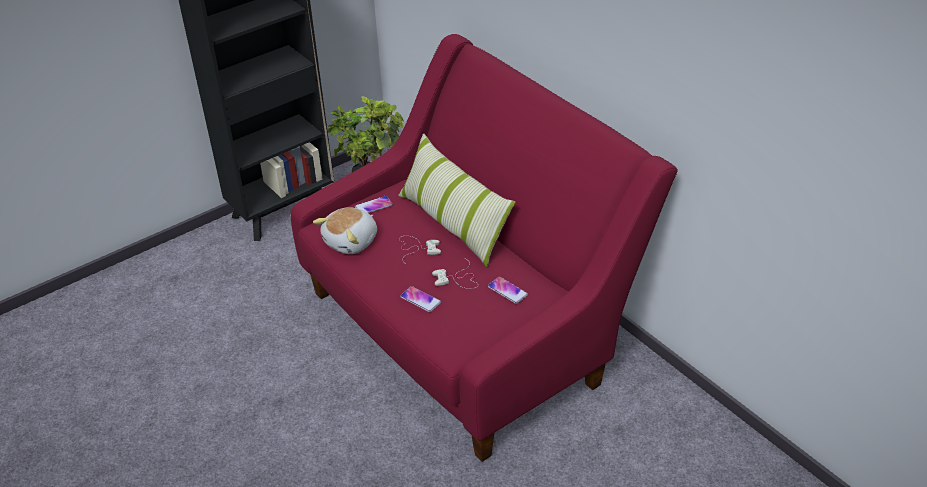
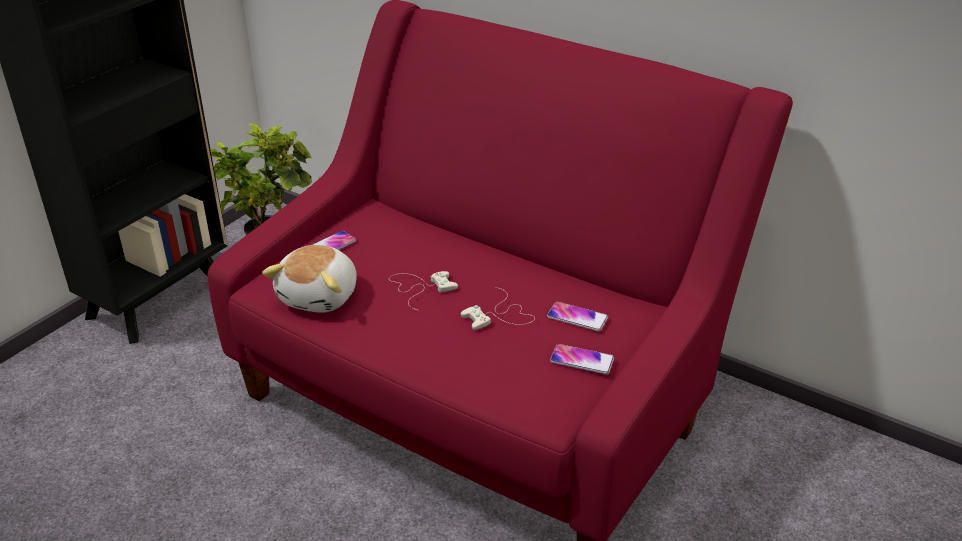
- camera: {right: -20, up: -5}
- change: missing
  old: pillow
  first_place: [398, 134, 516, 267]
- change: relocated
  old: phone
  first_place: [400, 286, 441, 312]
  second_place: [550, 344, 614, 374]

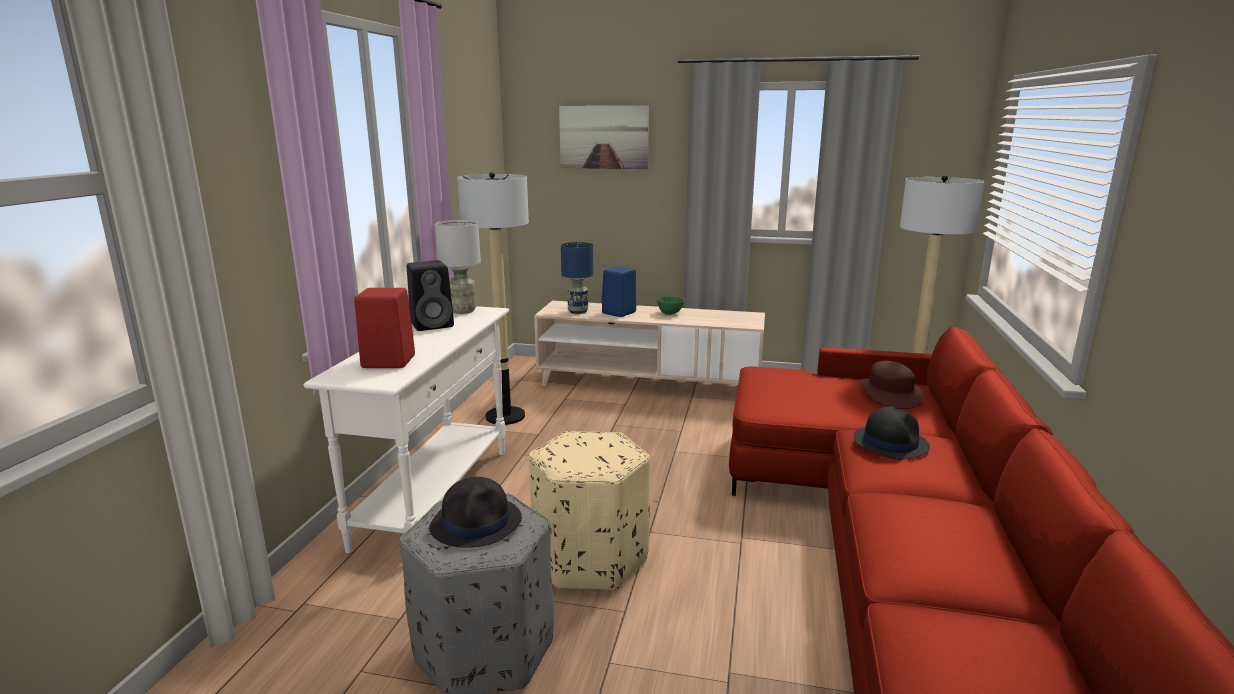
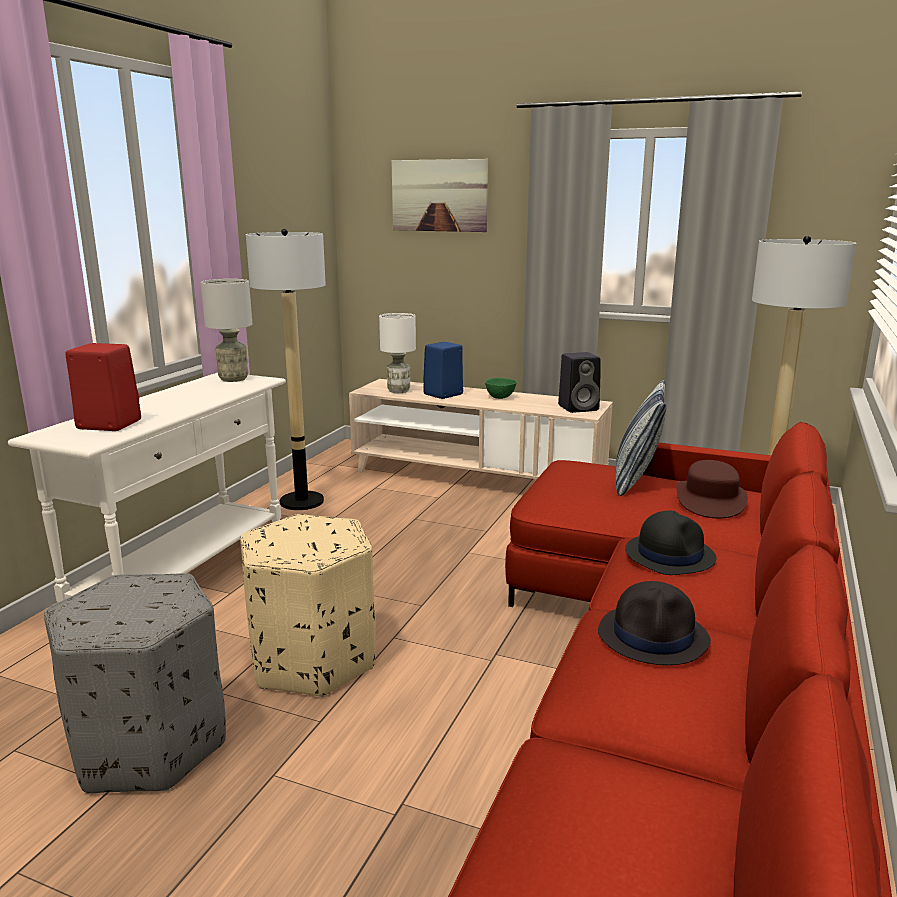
- camera: {right: 10, up: 0}
- change: colour
  old: table lamp (blue)
  new: table lamp (white)
  first_place: [561, 242, 593, 314]
  second_place: [379, 313, 416, 393]
- change: relocated
  old: speaker (black)
  first_place: [407, 260, 454, 331]
  second_place: [558, 352, 601, 413]
- change: relocated
  old: hat (black)
  first_place: [429, 477, 522, 548]
  second_place: [598, 581, 711, 665]
- change: appeared
  new: pillow
  second_place: [616, 380, 666, 496]

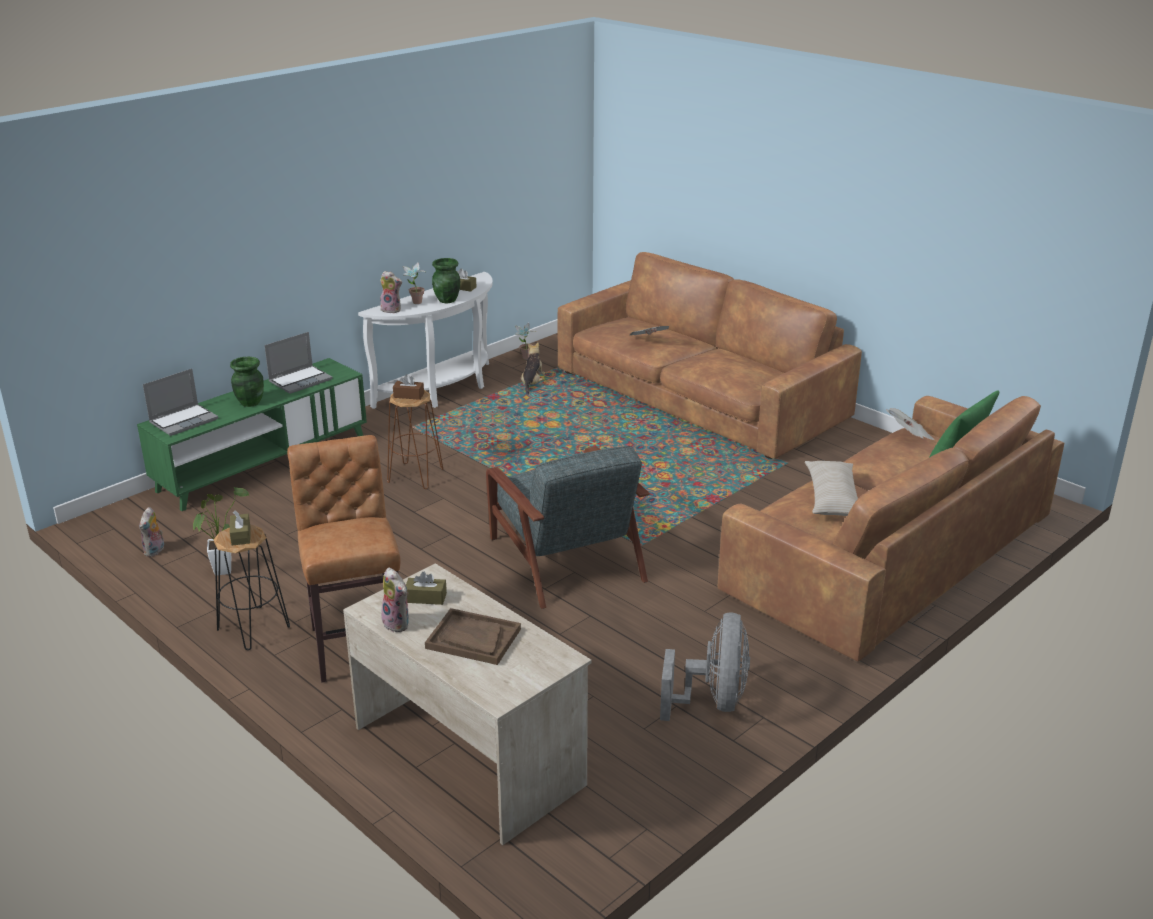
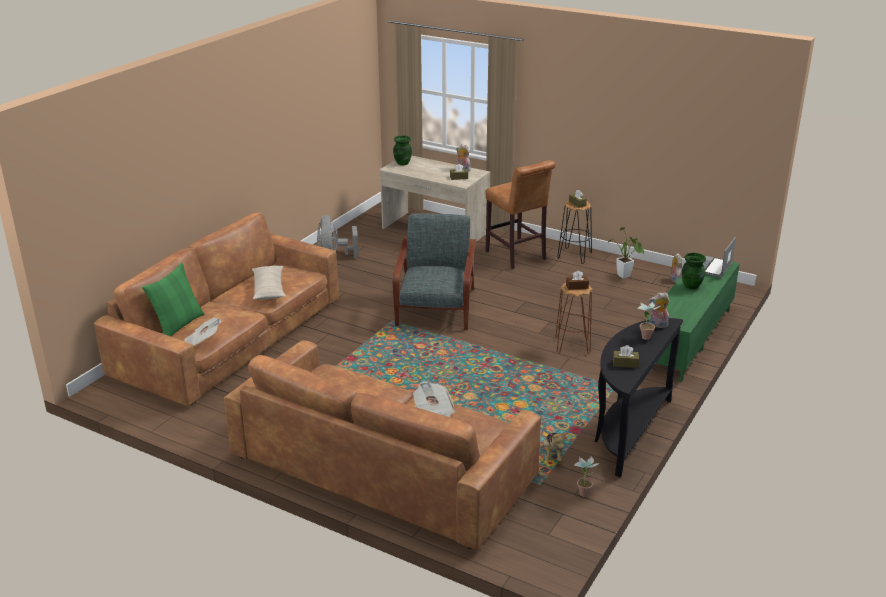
- camera: {right: 165, up: 0}
- change: relocated
  old: vase (green)
  first_place: [432, 258, 460, 303]
  second_place: [393, 135, 412, 165]
- change: colour
  old: console table (white)
  new: console table (black)
  first_place: [358, 272, 493, 409]
  second_place: [594, 318, 683, 477]
- change: missing
  old: laptop
  first_place: [264, 332, 332, 394]
- change: spun
  old: armchair (grey)
  first_place: [486, 446, 650, 609]
  second_place: [393, 213, 476, 330]
  degrees: 45
- change: missing
  old: tray (brown)
  first_place: [425, 608, 521, 665]

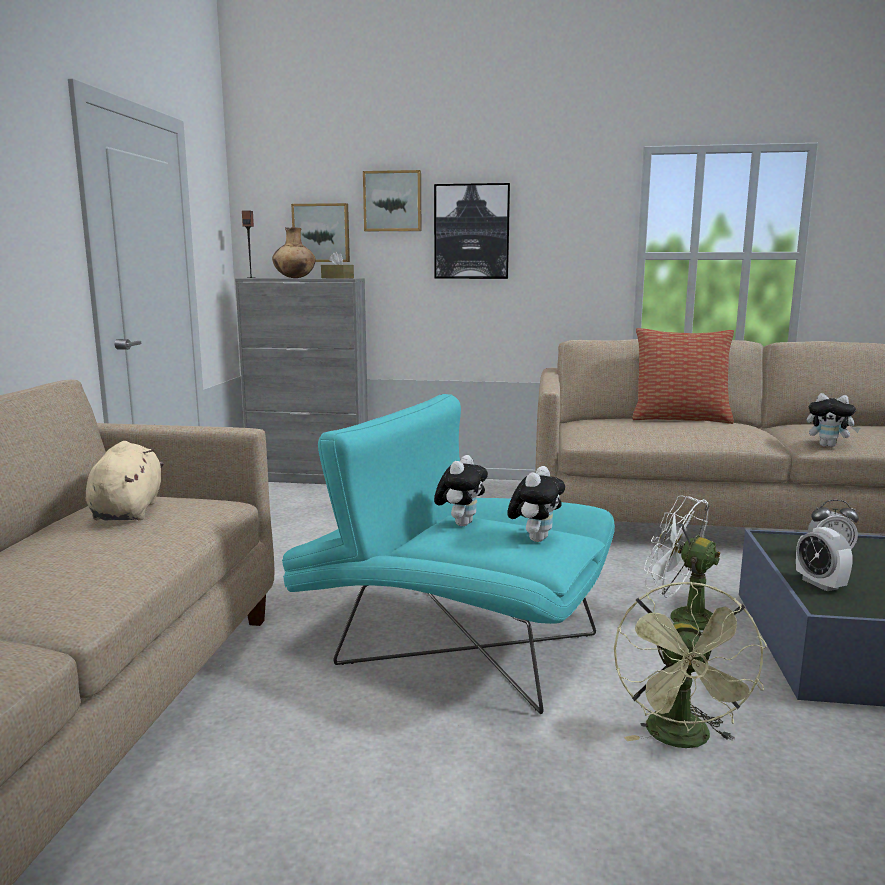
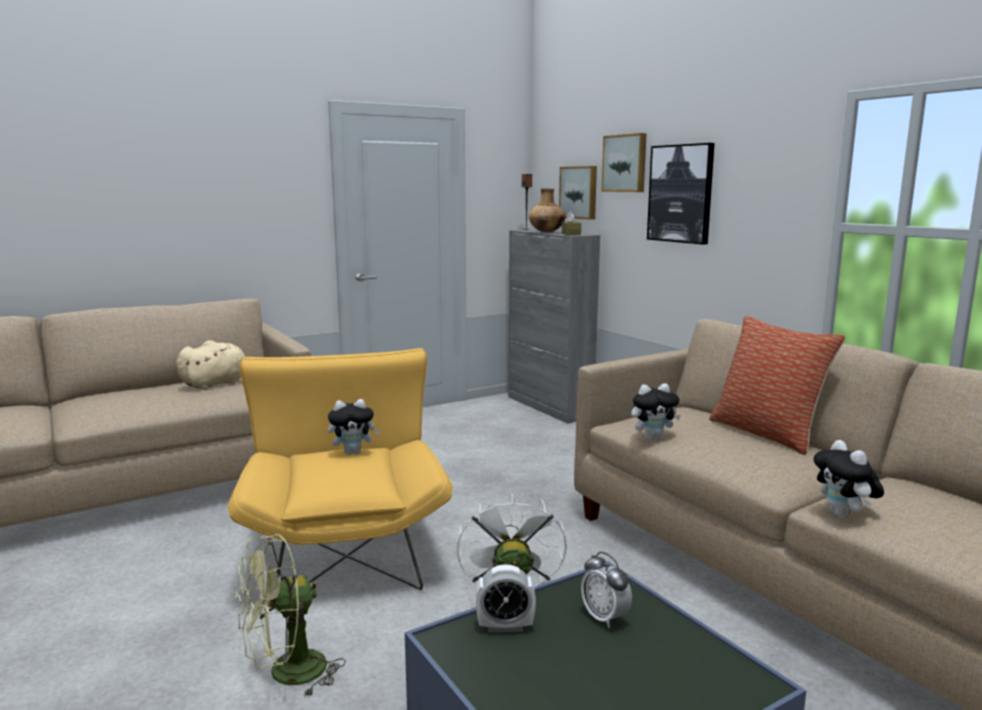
- camera: {right: 50, up: 0}
- change: colour
  old: armchair (turquoise)
  new: armchair (yellow)
  first_place: [282, 394, 615, 714]
  second_place: [227, 348, 453, 606]
- change: relocated
  old: plush toy
  first_place: [507, 466, 565, 542]
  second_place: [631, 383, 681, 440]
- change: spun
  old: alarm clock
  first_place: [796, 527, 853, 591]
  second_place: [476, 564, 536, 632]
  degrees: -120

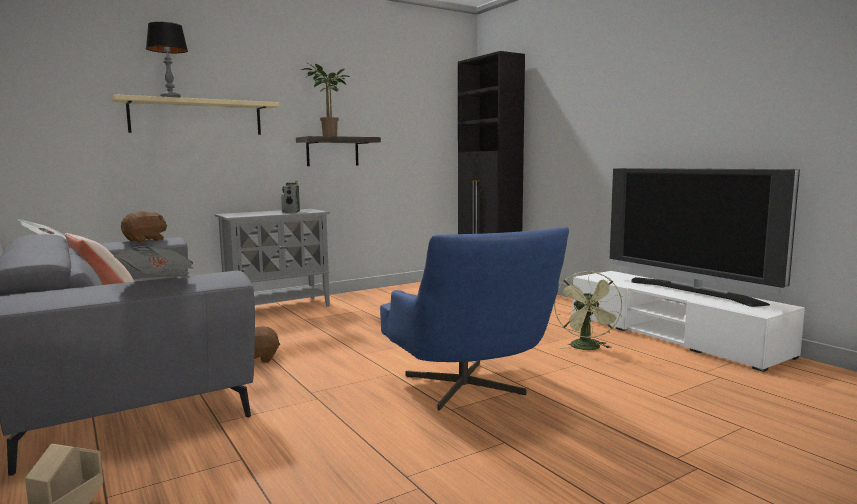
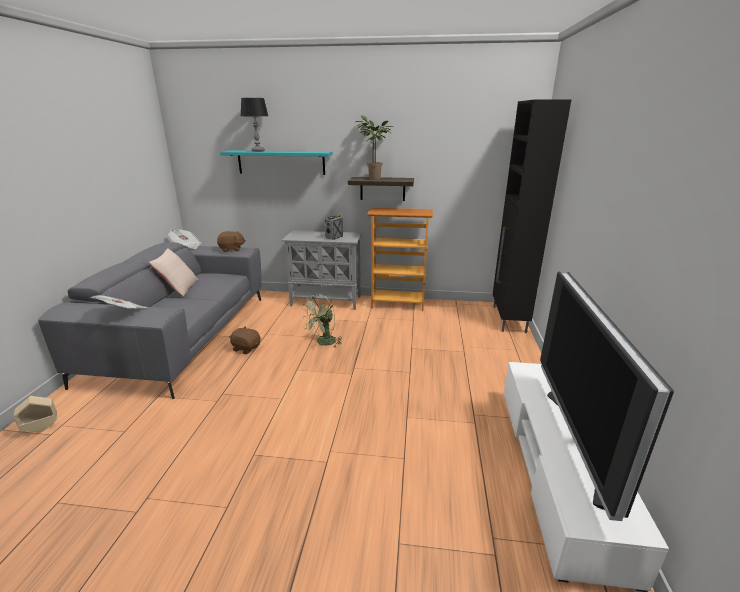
- camera: {right: 40, up: 15}
- change: colour
  old: shelf (beige)
  new: shelf (turquoise)
  first_place: [111, 94, 279, 135]
  second_place: [220, 150, 333, 175]
- change: missing
  old: armchair (blue)
  first_place: [380, 227, 569, 410]
- change: relocated
  old: fan (green)
  first_place: [554, 271, 623, 350]
  second_place: [301, 294, 342, 347]
- change: appeared
  new: bookcase
  second_place: [367, 208, 433, 311]

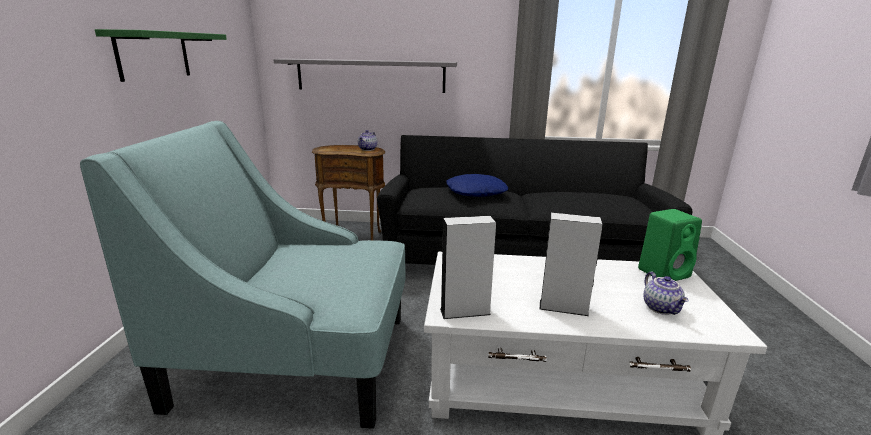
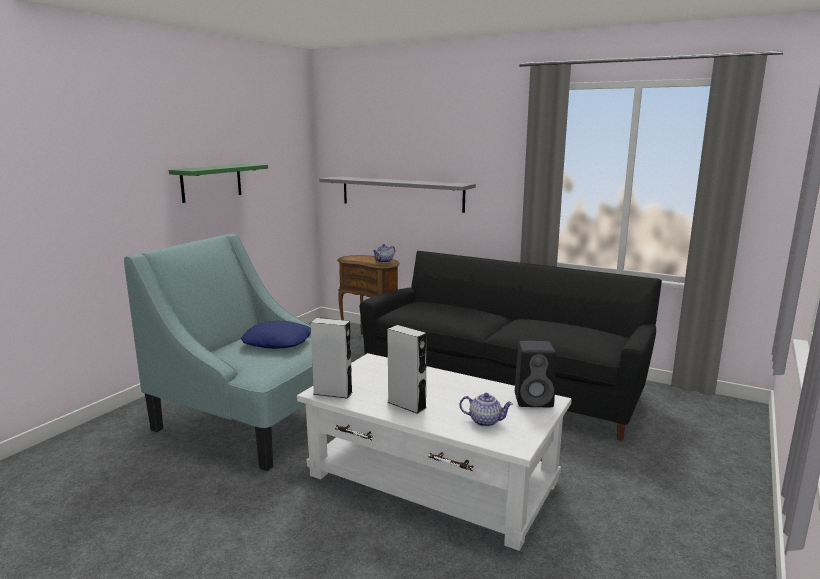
- camera: {right: 25, up: -5}
- change: relocated
  old: pillow (blue)
  first_place: [446, 174, 508, 197]
  second_place: [241, 321, 311, 349]
- change: colour
  old: speaker (green)
  new: speaker (black)
  first_place: [638, 209, 702, 281]
  second_place: [515, 341, 556, 407]
- change: spun
  old: teapot
  first_place: [643, 272, 689, 315]
  second_place: [460, 393, 513, 427]
  degrees: -90

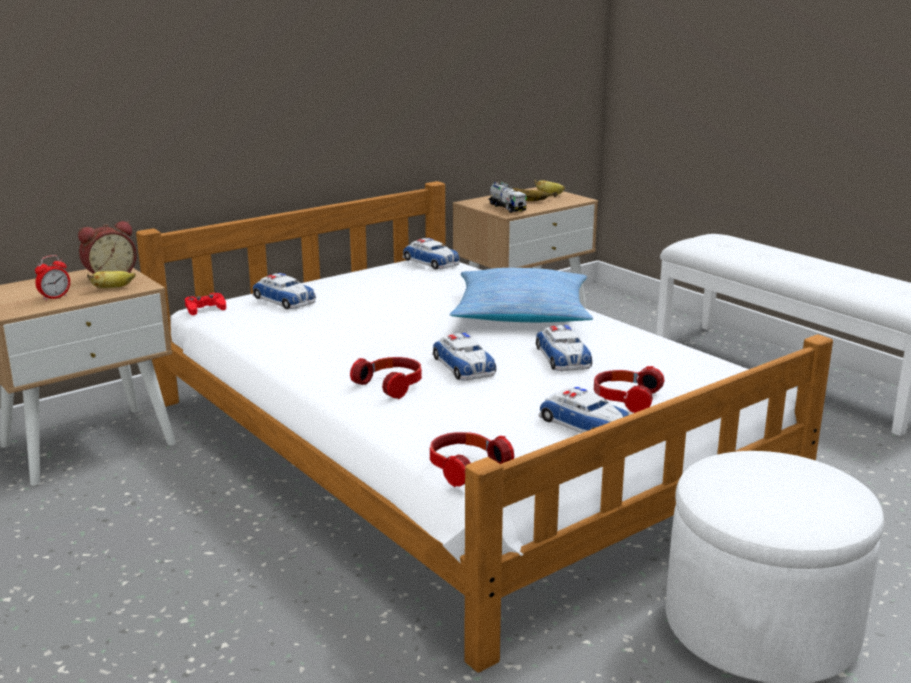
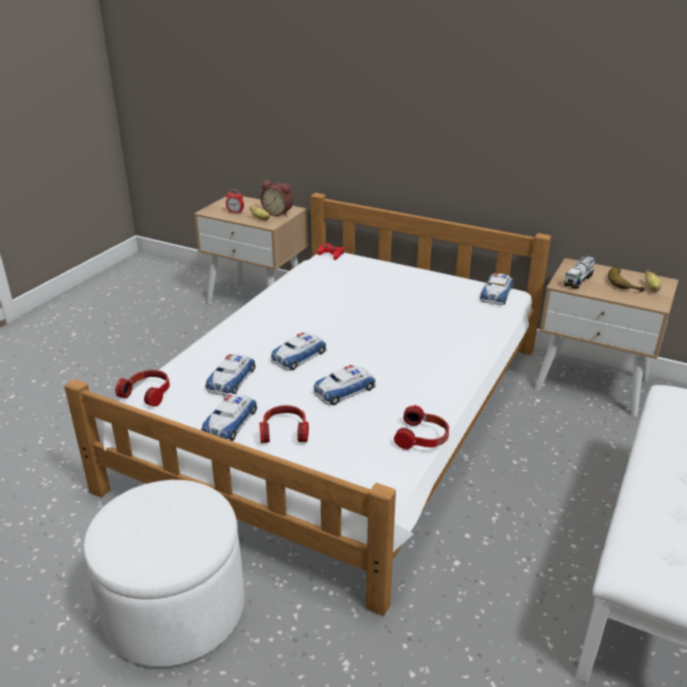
- camera: {right: 65, up: 10}
- change: missing
  old: pillow
  first_place: [450, 268, 593, 322]
- change: relocated
  old: toy car
  first_place: [252, 273, 316, 309]
  second_place: [206, 354, 256, 396]
- change: relocated
  old: headphones
  first_place: [350, 357, 422, 399]
  second_place: [394, 405, 449, 450]

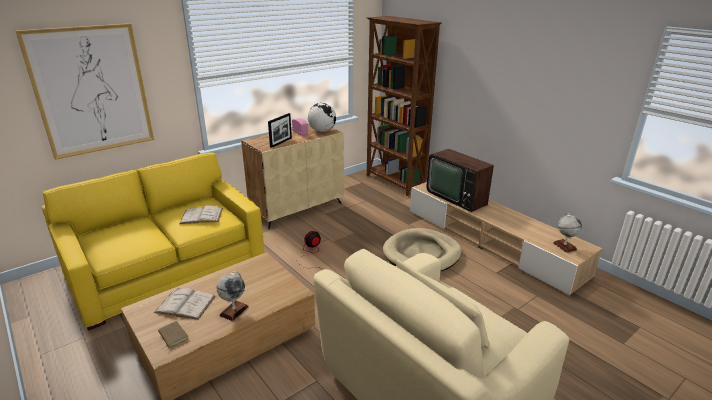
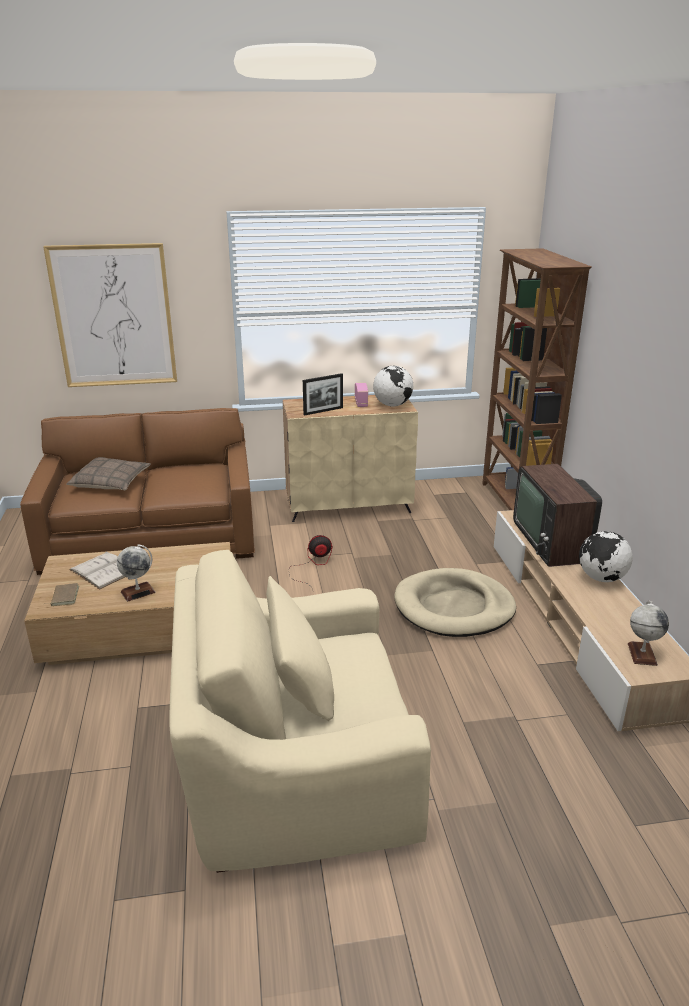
- camera: {right: 30, up: 0}
- change: colour
  old: sofa (yellow)
  new: sofa (brown)
  first_place: [42, 152, 265, 331]
  second_place: [20, 408, 255, 575]
- change: missing
  old: book (white)
  first_place: [179, 205, 223, 224]
- change: appeared
  new: pillow
  second_place: [66, 457, 151, 490]
- change: appeared
  new: globe
  second_place: [579, 531, 633, 582]

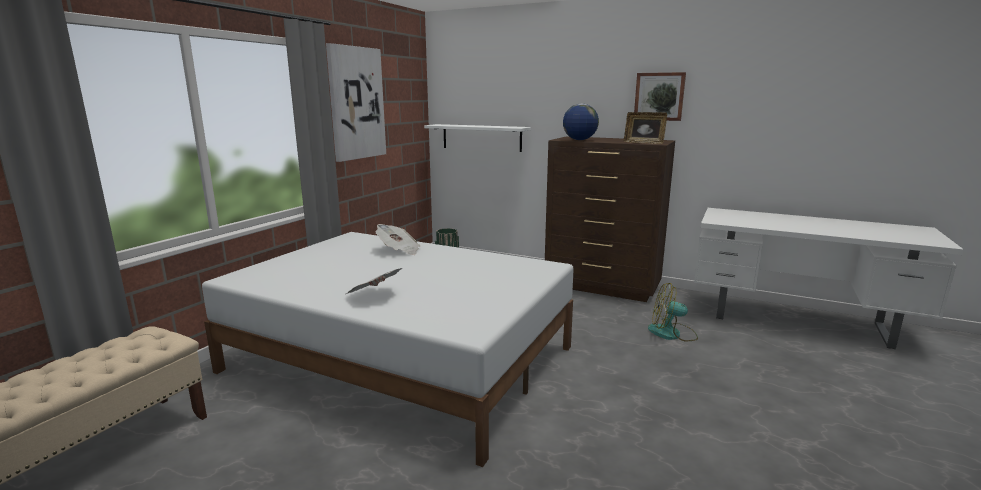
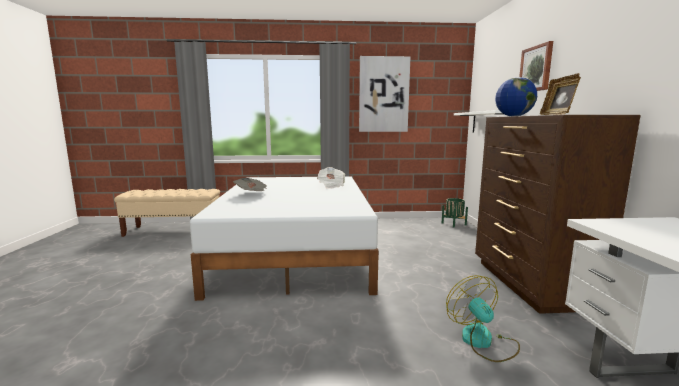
- camera: {right: 60, up: -5}
- change: relocated
  old: picture
  first_place: [634, 72, 686, 121]
  second_place: [519, 41, 553, 91]

